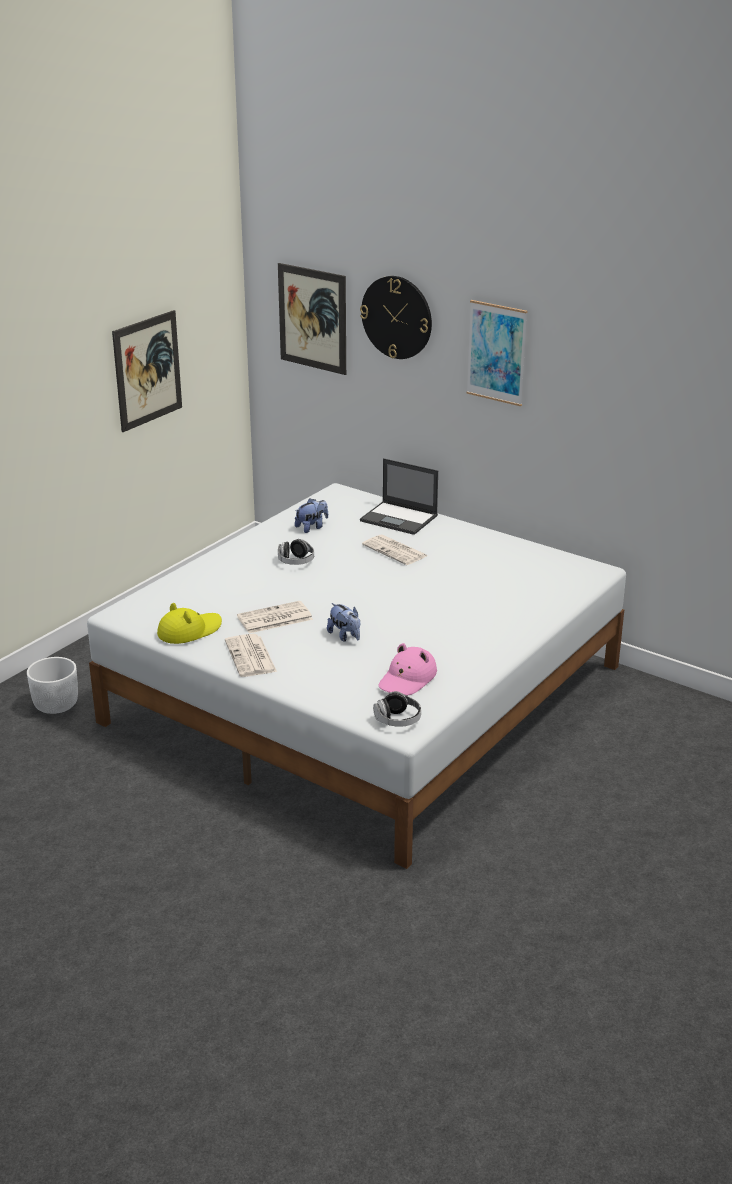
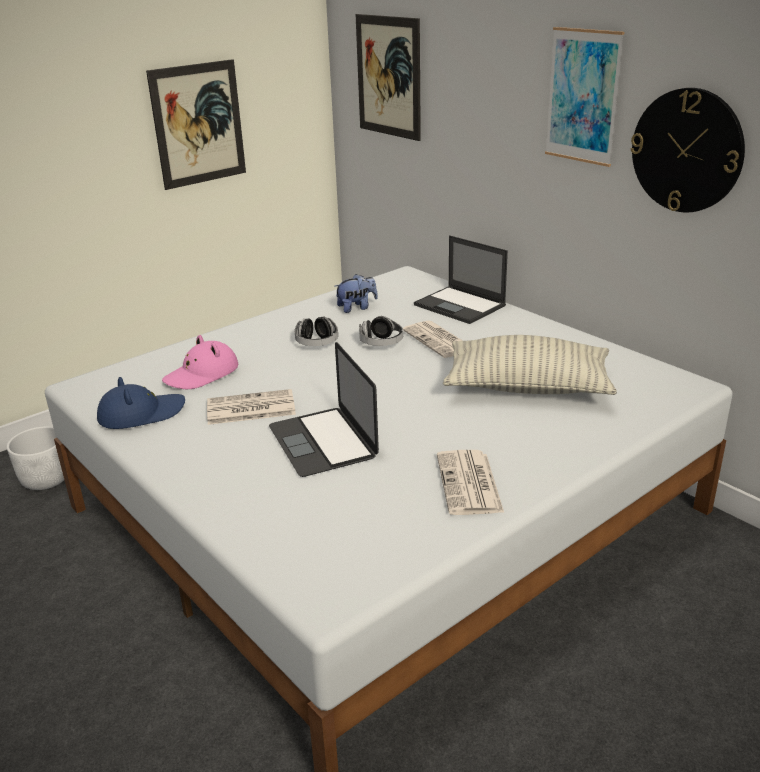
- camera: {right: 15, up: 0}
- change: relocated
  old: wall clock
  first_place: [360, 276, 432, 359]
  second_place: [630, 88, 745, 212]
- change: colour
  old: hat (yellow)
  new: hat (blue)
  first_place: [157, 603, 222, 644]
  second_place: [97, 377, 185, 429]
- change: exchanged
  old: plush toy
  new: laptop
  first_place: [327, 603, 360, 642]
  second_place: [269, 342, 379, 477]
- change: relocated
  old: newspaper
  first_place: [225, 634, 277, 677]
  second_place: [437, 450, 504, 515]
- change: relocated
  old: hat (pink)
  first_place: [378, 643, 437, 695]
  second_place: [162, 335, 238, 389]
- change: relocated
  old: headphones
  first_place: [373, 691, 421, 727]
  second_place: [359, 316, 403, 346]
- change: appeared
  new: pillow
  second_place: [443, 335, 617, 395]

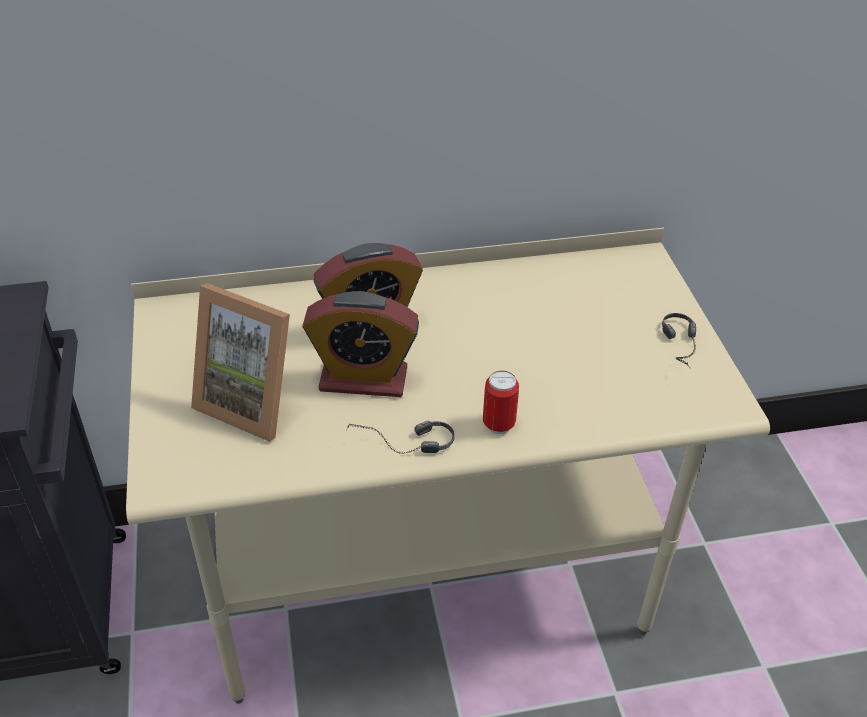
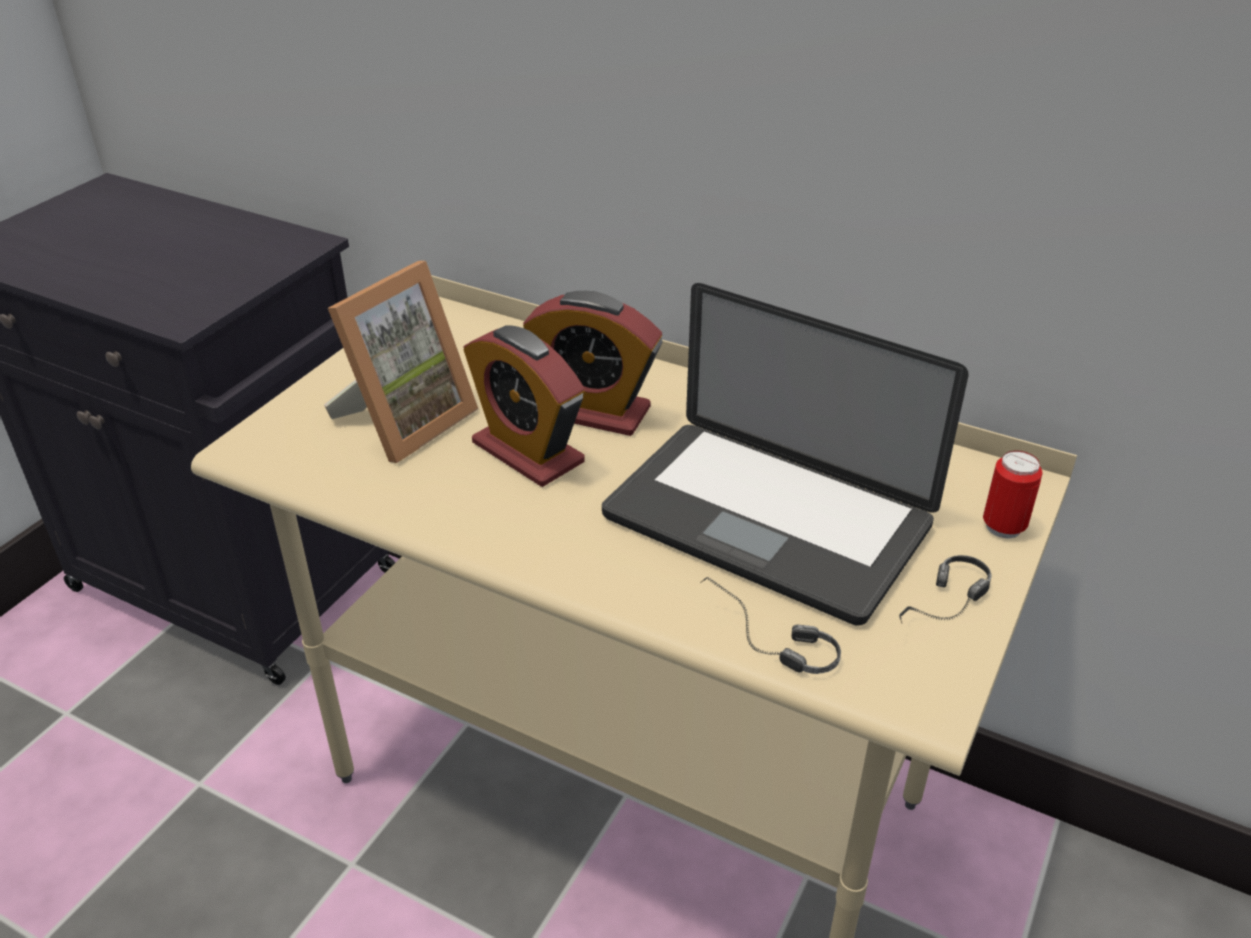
- camera: {right: 40, up: -5}
- change: spun
  old: picture frame
  first_place: [191, 283, 290, 442]
  second_place: [324, 261, 478, 463]
  degrees: -120
- change: relocated
  old: can
  first_place: [483, 371, 519, 434]
  second_place: [983, 451, 1043, 538]
- change: relocated
  old: headphones
  first_place: [346, 421, 455, 454]
  second_place: [700, 577, 841, 674]
- change: appeared
  new: laptop
  second_place: [602, 283, 969, 626]

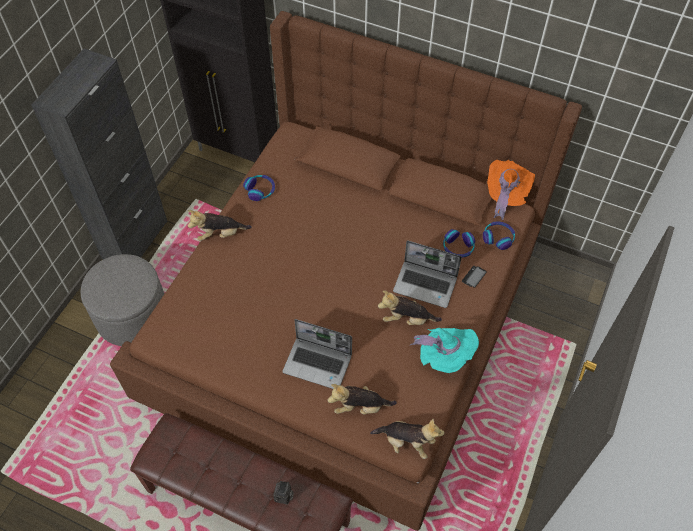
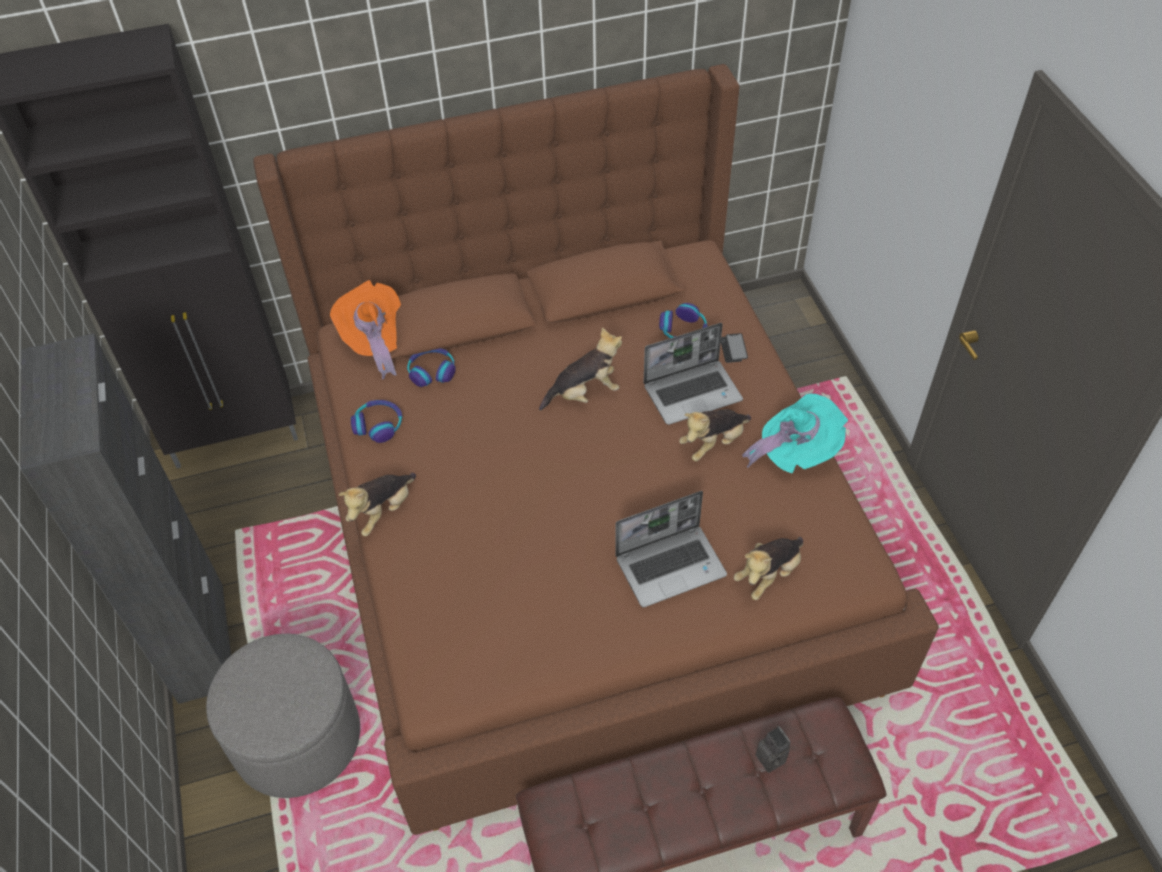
- camera: {right: -40, up: -5}
- change: relocated
  old: hat (orange)
  first_place: [487, 160, 535, 220]
  second_place: [330, 280, 401, 380]
- change: relocated
  old: headphones
  first_place: [483, 222, 515, 250]
  second_place: [407, 348, 456, 387]
- change: relocated
  old: plush toy
  first_place: [370, 419, 445, 459]
  second_place: [539, 327, 622, 411]

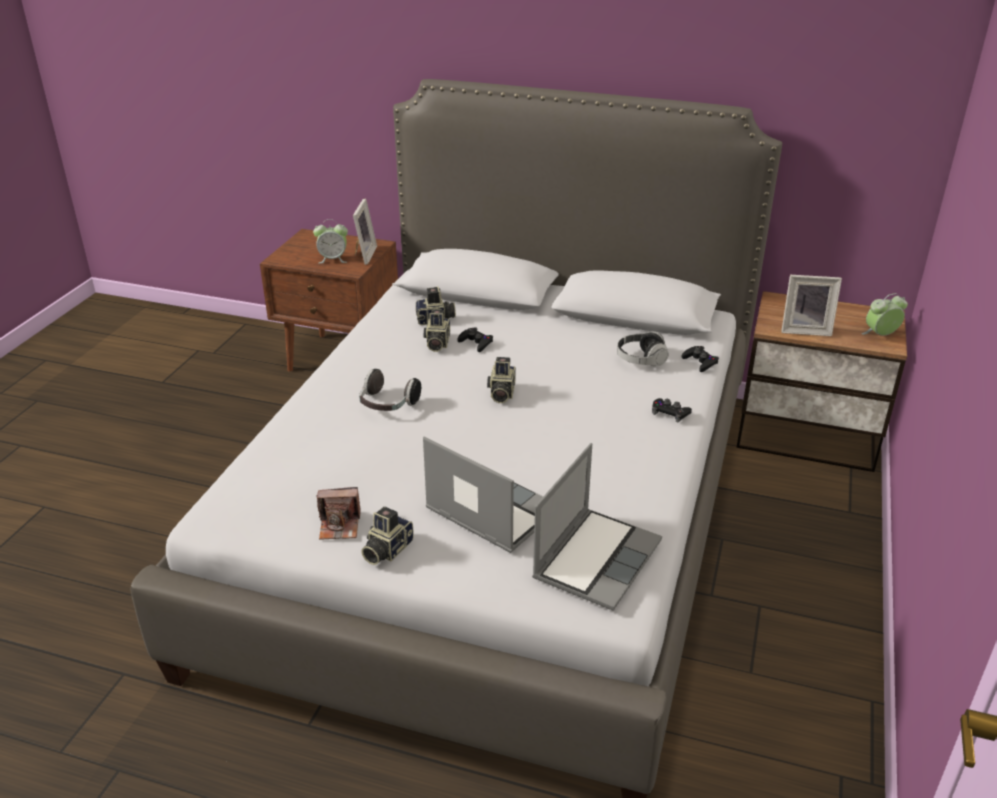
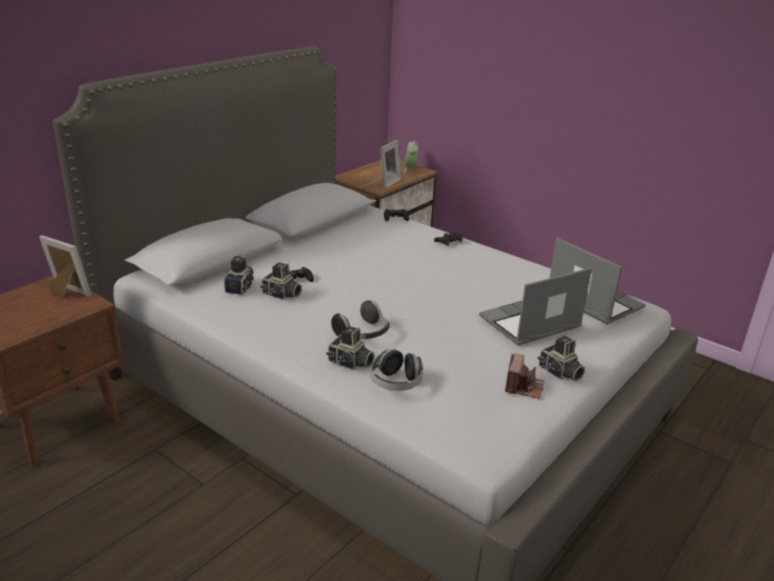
- camera: {right: -70, up: -5}
- change: missing
  old: alarm clock
  first_place: [313, 219, 348, 263]
- change: relocated
  old: headphones
  first_place: [617, 331, 669, 366]
  second_place: [370, 349, 423, 391]
- change: relocated
  old: photo camera
  first_place: [487, 357, 516, 403]
  second_place: [326, 326, 374, 370]

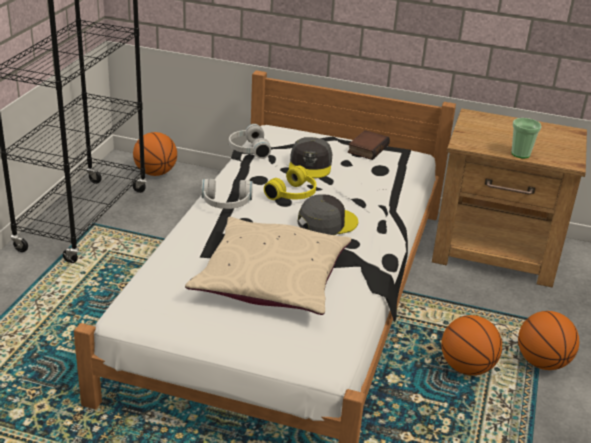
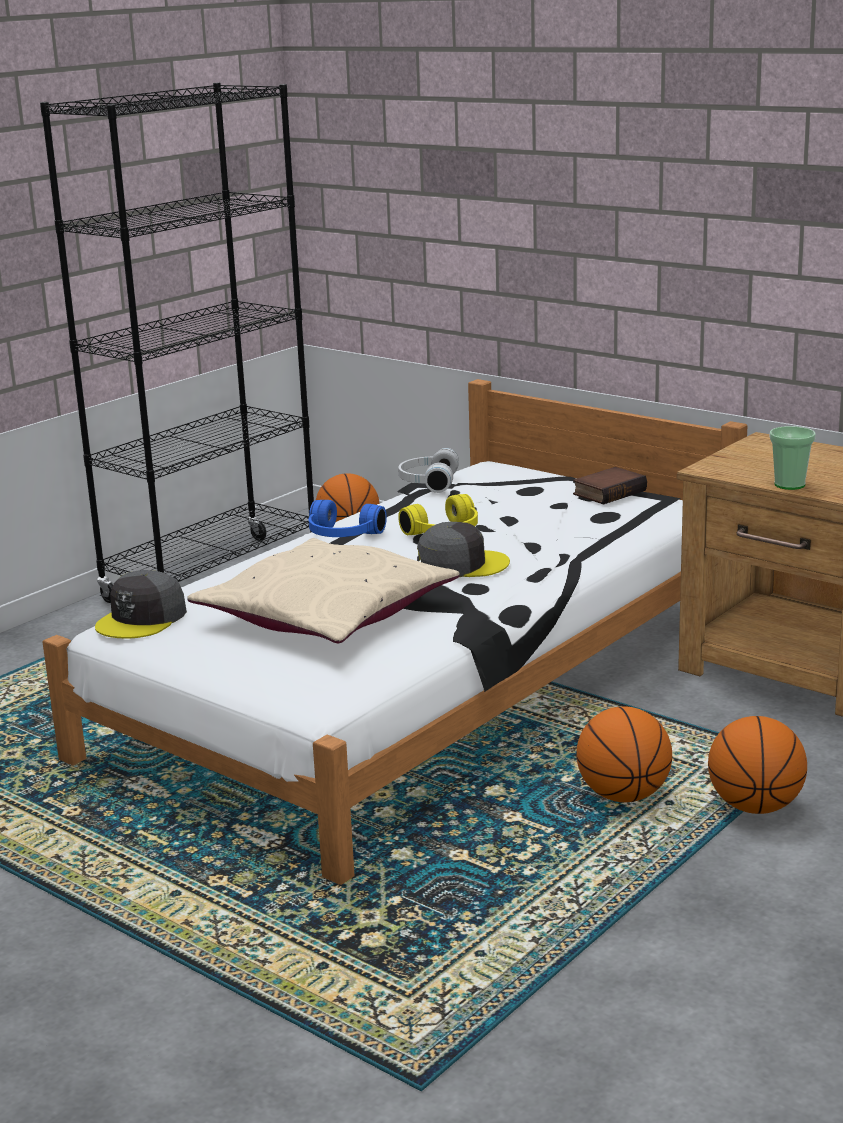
- camera: {right: 25, up: -10}
- change: relocated
  old: cap (grey)
  first_place: [289, 137, 333, 178]
  second_place: [95, 570, 187, 638]
- change: colour
  old: headphones (white)
  new: headphones (blue)
  first_place: [201, 179, 253, 209]
  second_place: [309, 500, 387, 537]

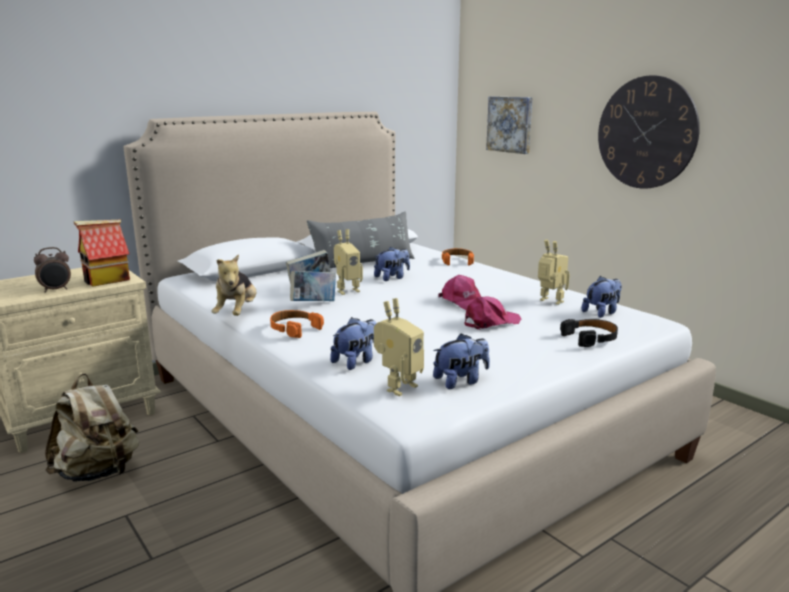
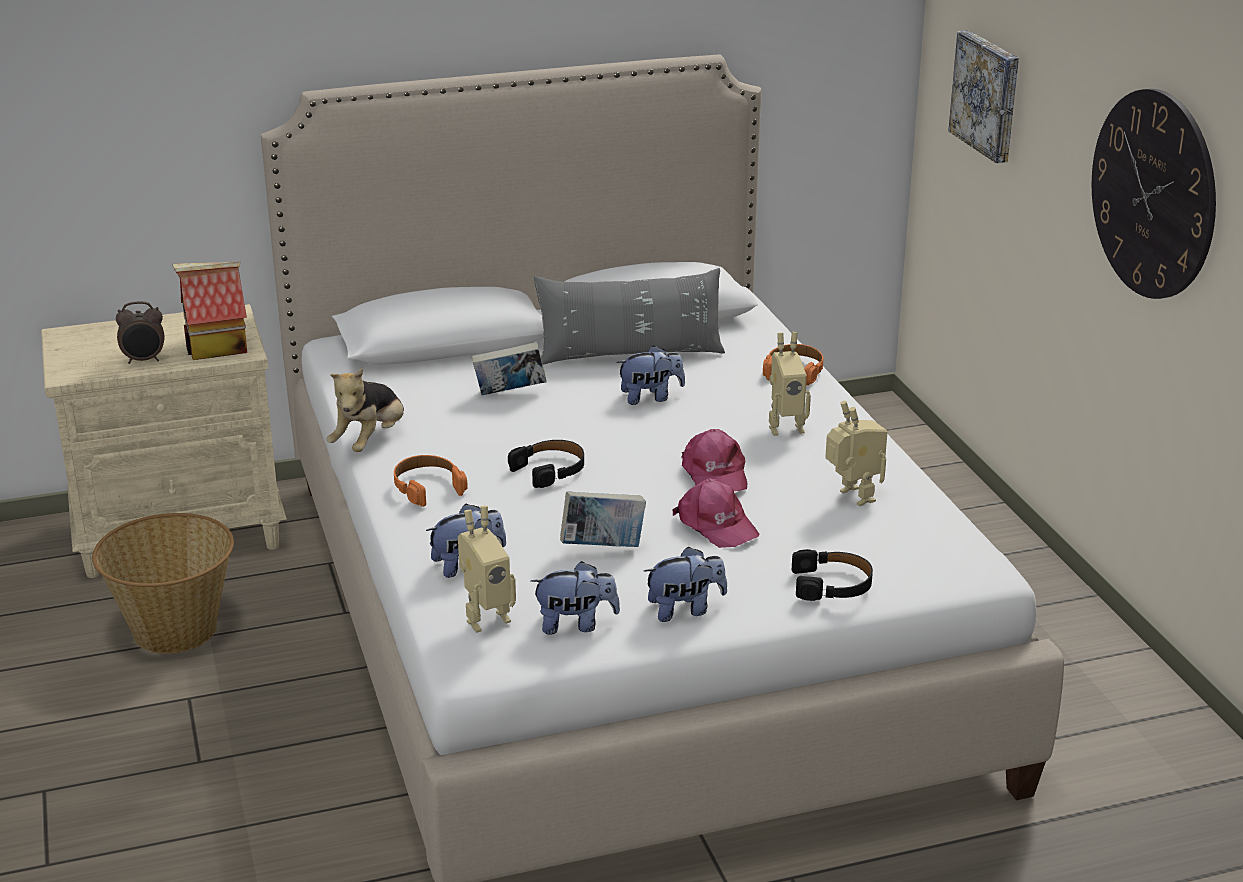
- camera: {right: 20, up: 10}
- change: relocated
  old: toy robot
  first_place: [334, 229, 363, 295]
  second_place: [769, 332, 811, 436]
- change: relocated
  old: book
  first_place: [290, 271, 336, 301]
  second_place: [560, 491, 646, 547]
- change: relocated
  old: plush toy
  first_place: [582, 276, 622, 318]
  second_place: [644, 546, 727, 622]
- change: spun
  old: cap (pink)
  first_place: [464, 296, 522, 330]
  second_place: [672, 478, 759, 548]
  degrees: 60
- change: exchanged
  old: backpack (beige)
  new: basket
  first_place: [45, 373, 139, 482]
  second_place: [92, 513, 234, 654]
- change: appeared
  new: headphones (black)
  second_place: [508, 440, 584, 488]

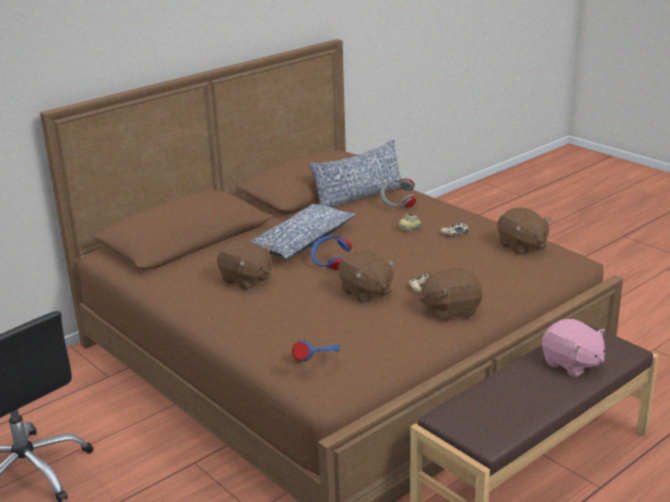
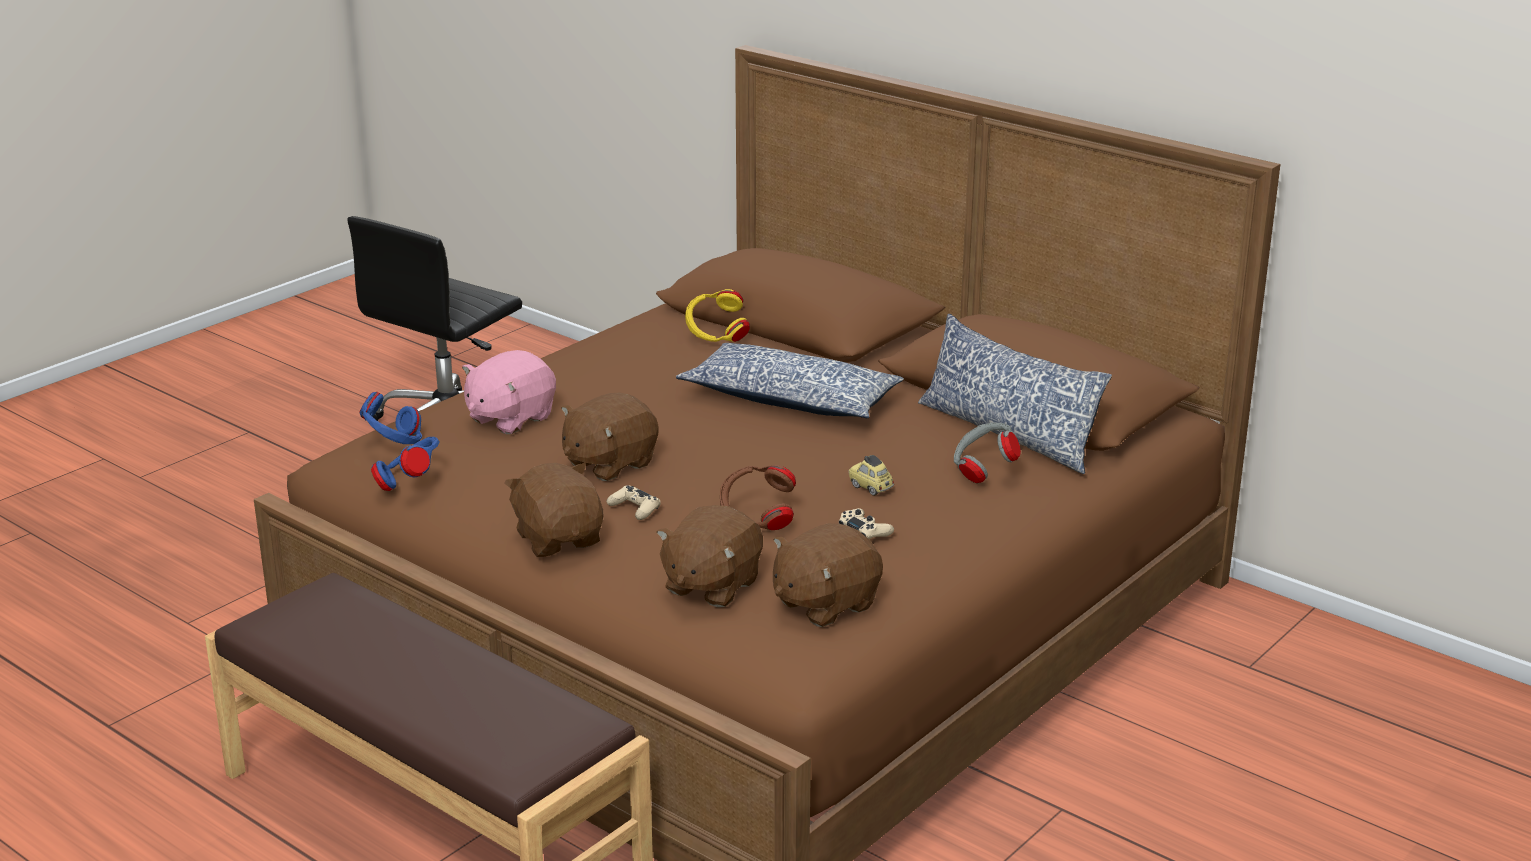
- camera: {right: 80, up: 0}
- change: relocated
  old: headphones (blue)
  first_place: [311, 235, 352, 270]
  second_place: [371, 437, 439, 491]
- change: relocated
  old: plush toy (brown)
  first_place: [217, 240, 272, 290]
  second_place: [656, 505, 763, 607]
- change: relocated
  old: plush toy (pink)
  first_place: [542, 319, 605, 378]
  second_place: [462, 350, 556, 434]
- change: appeared
  new: headphones (yellow)
  second_place: [685, 289, 750, 342]
- change: appeared
  new: headphones (brown)
  second_place: [720, 465, 796, 530]

